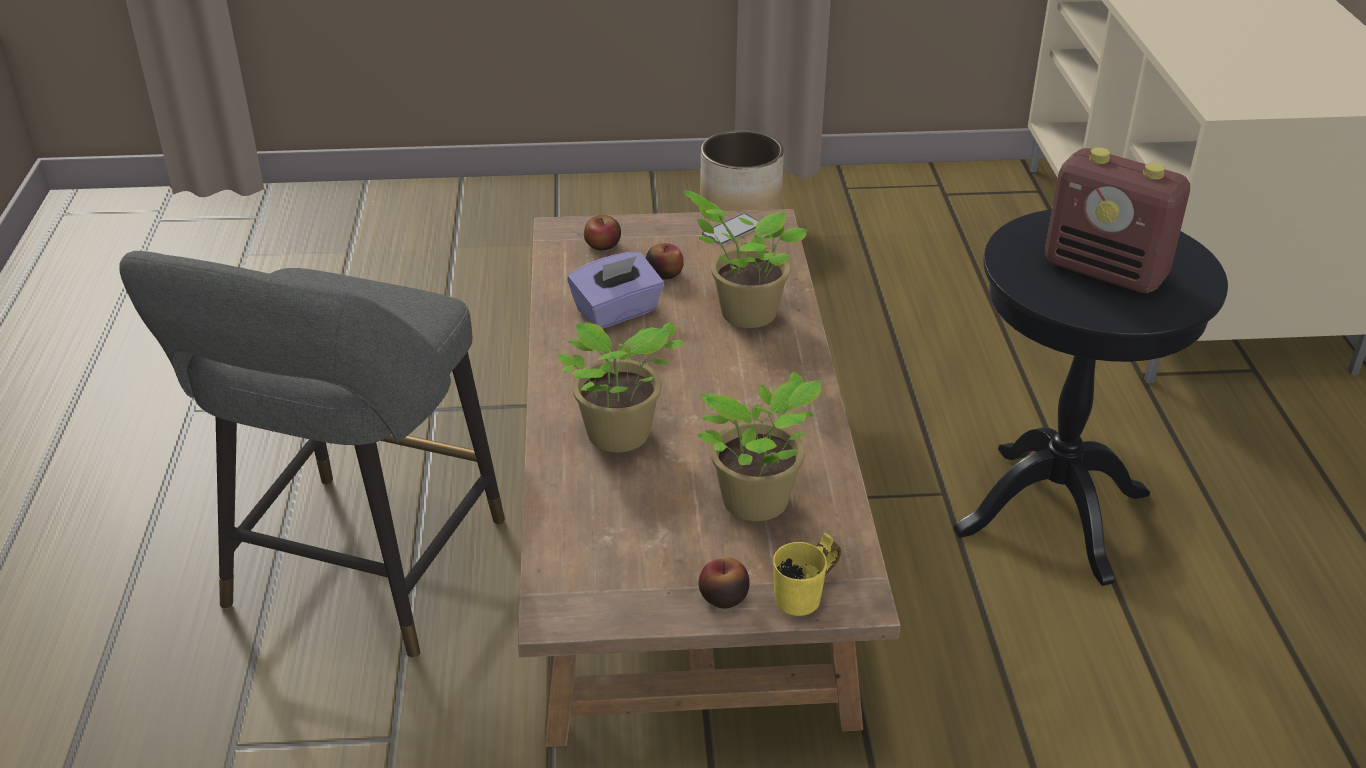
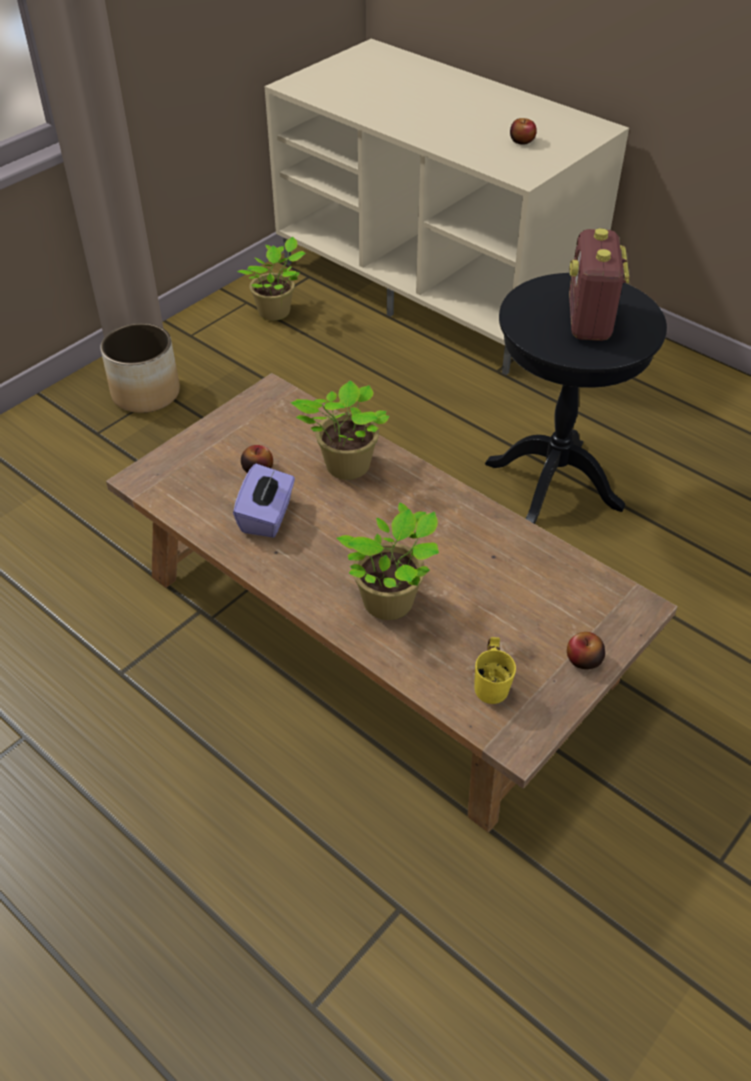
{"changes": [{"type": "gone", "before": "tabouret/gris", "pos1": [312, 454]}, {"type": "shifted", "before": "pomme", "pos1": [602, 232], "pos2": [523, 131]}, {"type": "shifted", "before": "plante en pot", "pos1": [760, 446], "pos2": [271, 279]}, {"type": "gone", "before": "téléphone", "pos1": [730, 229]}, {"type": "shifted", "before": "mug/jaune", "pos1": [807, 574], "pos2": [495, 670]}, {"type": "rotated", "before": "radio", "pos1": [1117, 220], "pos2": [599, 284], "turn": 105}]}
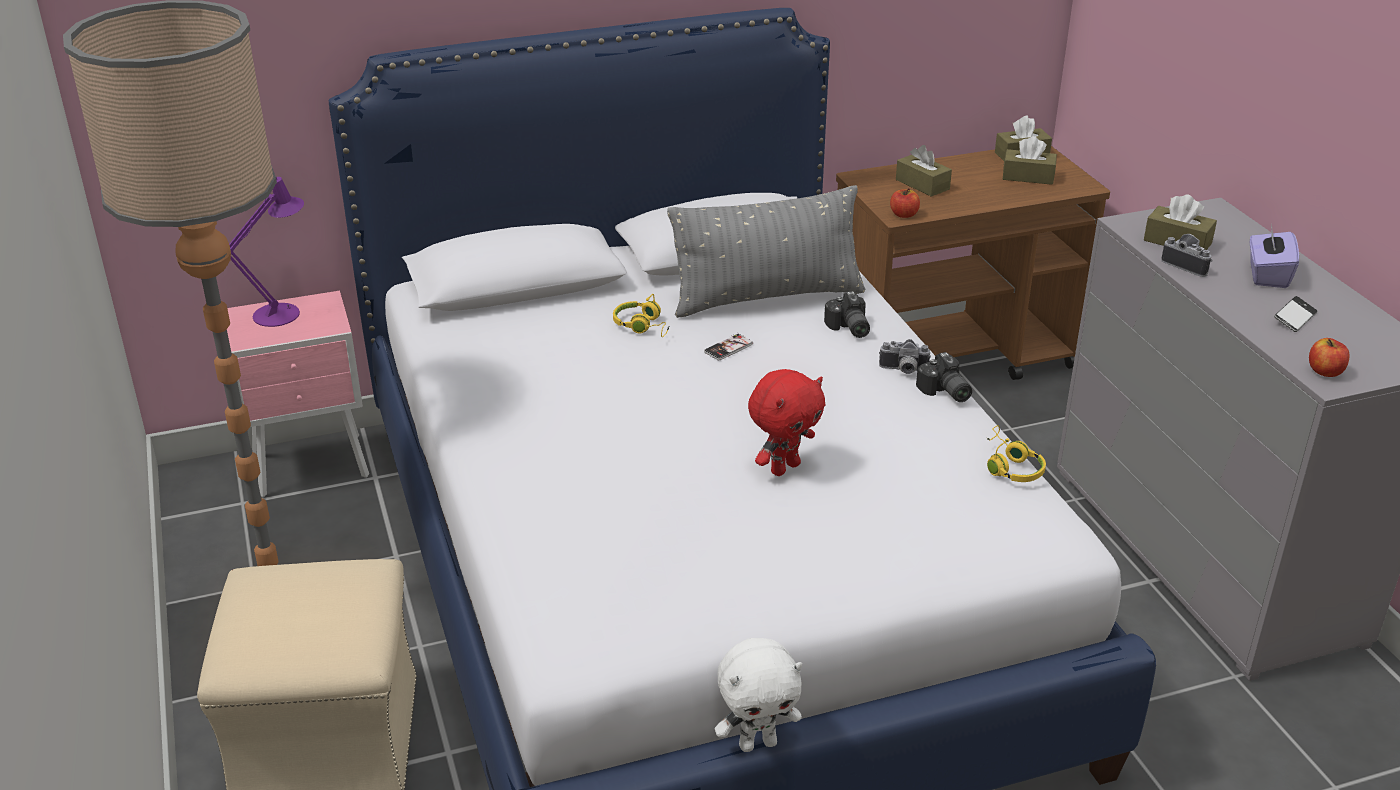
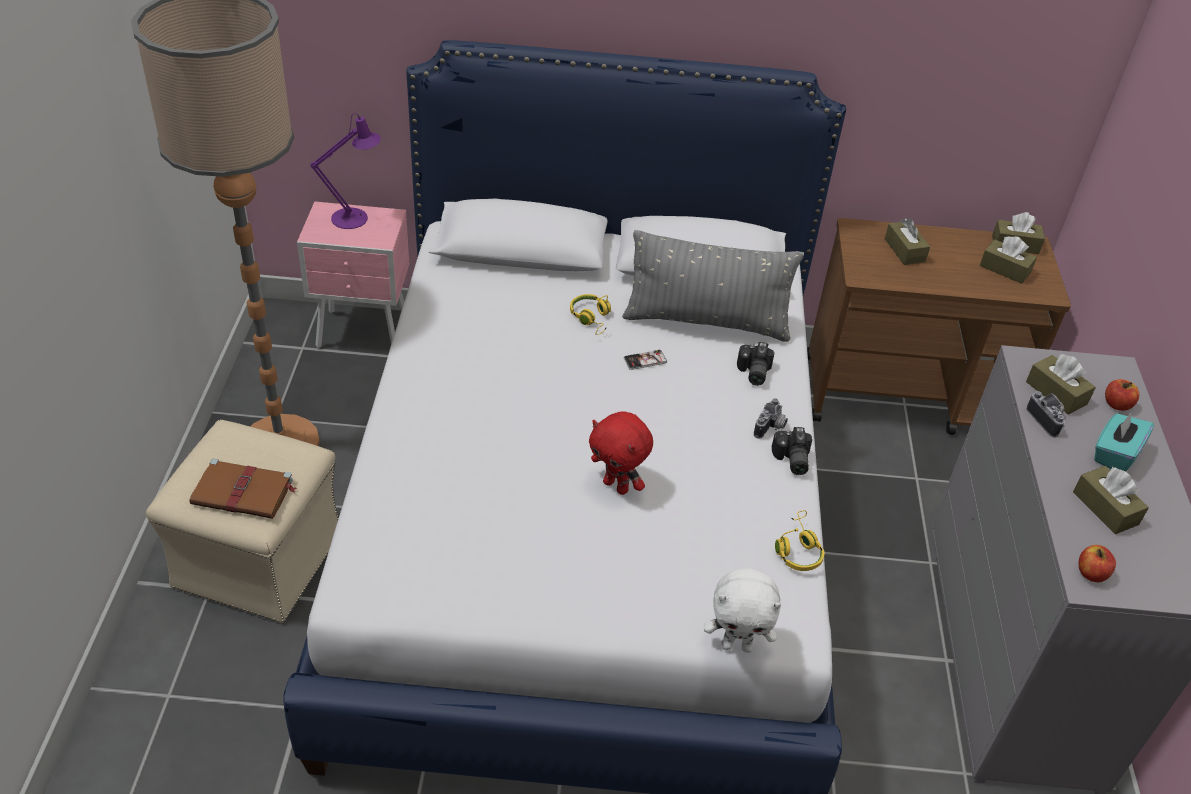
{"changes": [{"type": "shifted", "before": "peluche/blanc", "pos1": [758, 695], "pos2": [742, 610]}, {"type": "rotated", "before": "peluche/rouge", "pos1": [787, 422], "pos2": [621, 453], "turn": 60}, {"type": "rotated", "before": "appareil photo", "pos1": [905, 356], "pos2": [771, 418], "turn": -90}, {"type": "shifted", "before": "pomme", "pos1": [905, 203], "pos2": [1122, 395]}, {"type": "repainted", "before": "boîte à mouchoirs/violet", "after": "boîte à mouchoirs/turquoise", "pos1": [1274, 256], "pos2": [1124, 441]}, {"type": "swapped", "before": "téléphone", "after": "boîte à mouchoirs/marron", "pos1": [1295, 314], "pos2": [1111, 500]}, {"type": "new", "after": "livre/marron", "pos2": [243, 489]}]}
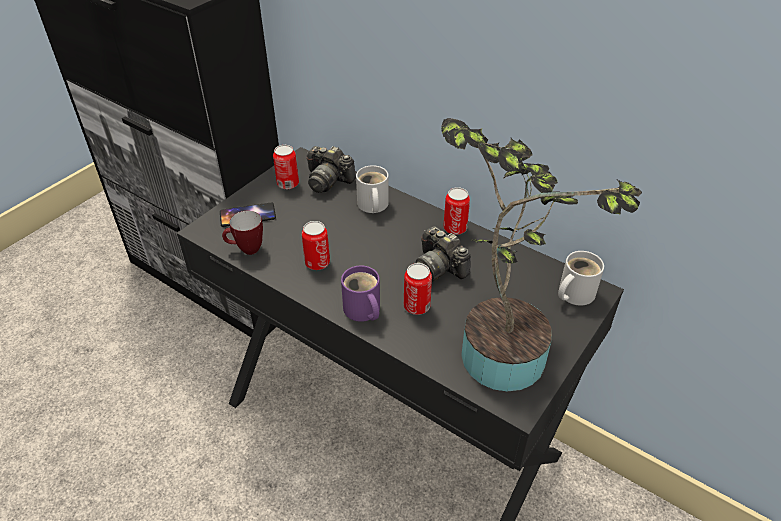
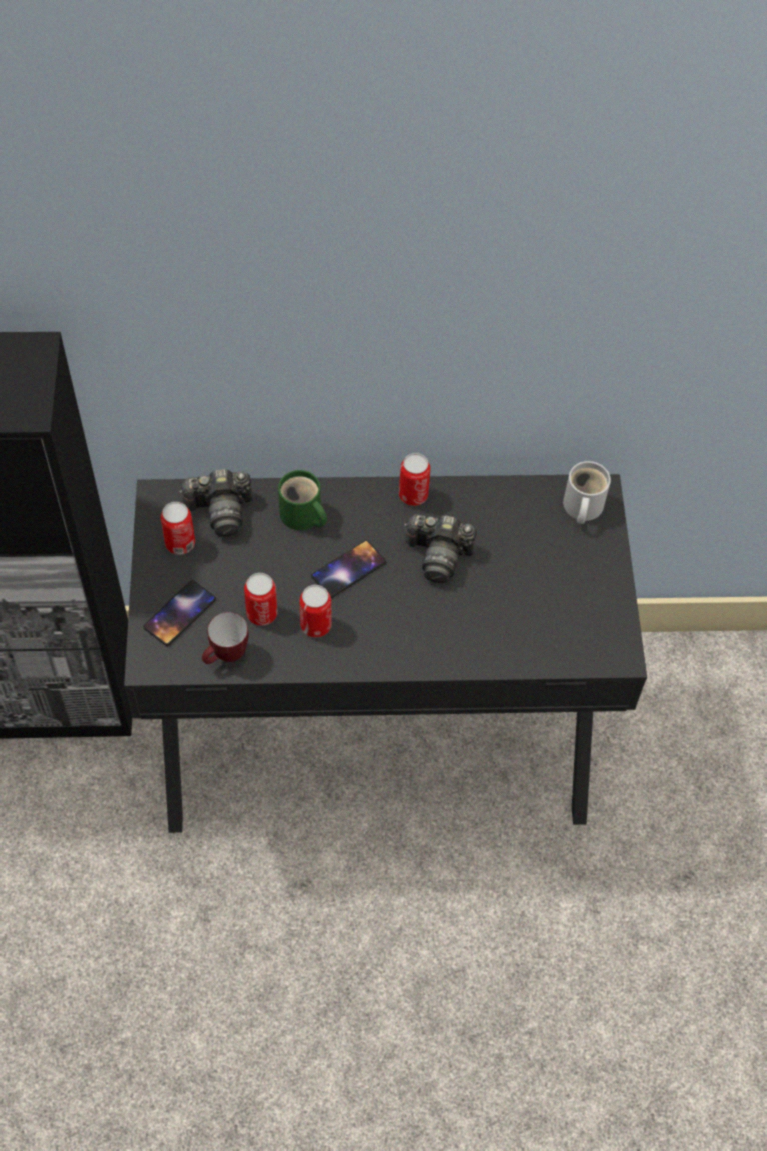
{"changes": [{"type": "gone", "before": "mug/violet", "pos1": [360, 294]}, {"type": "repainted", "before": "mug/blanc", "after": "mug/vert", "pos1": [372, 189], "pos2": [302, 500]}, {"type": "shifted", "before": "boîte métallique", "pos1": [418, 289], "pos2": [261, 599]}, {"type": "gone", "before": "plante en pot", "pos1": [541, 254]}, {"type": "new", "after": "téléphone", "pos2": [348, 569]}]}
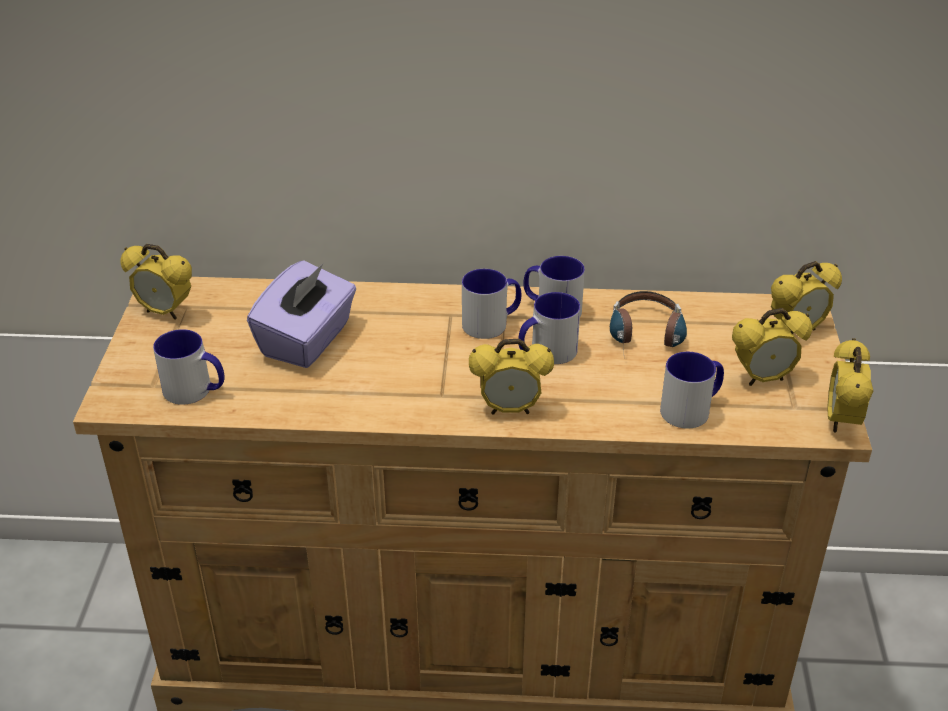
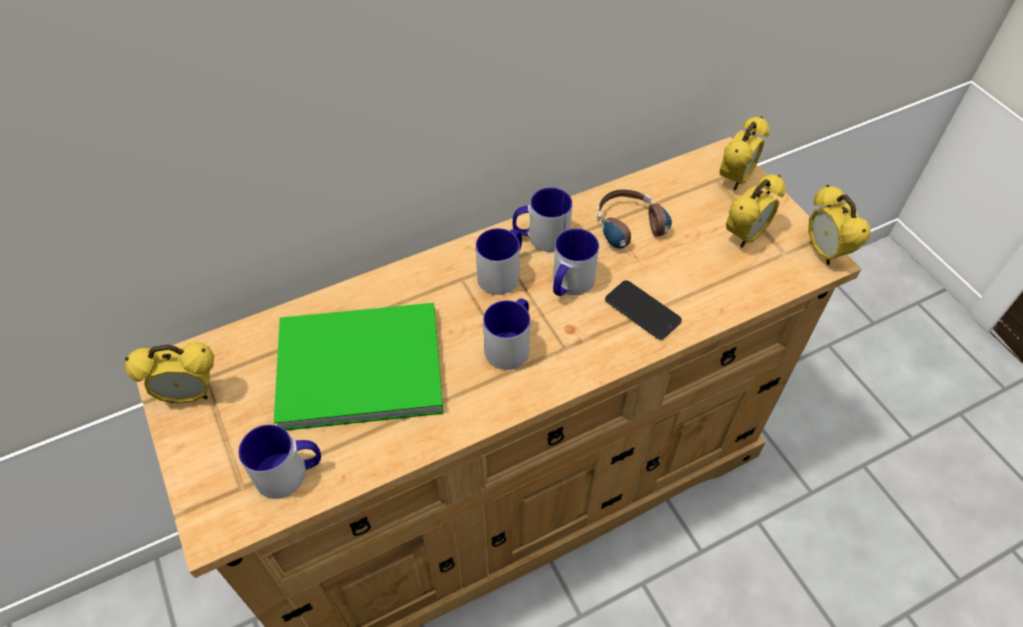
{"changes": [{"type": "swapped", "before": "boîte à mouchoirs/violet", "after": "livre/vert", "pos1": [301, 314], "pos2": [358, 366]}, {"type": "gone", "before": "réveil", "pos1": [511, 377]}, {"type": "shifted", "before": "mug", "pos1": [692, 390], "pos2": [506, 334]}, {"type": "new", "after": "téléphone", "pos2": [643, 310]}]}
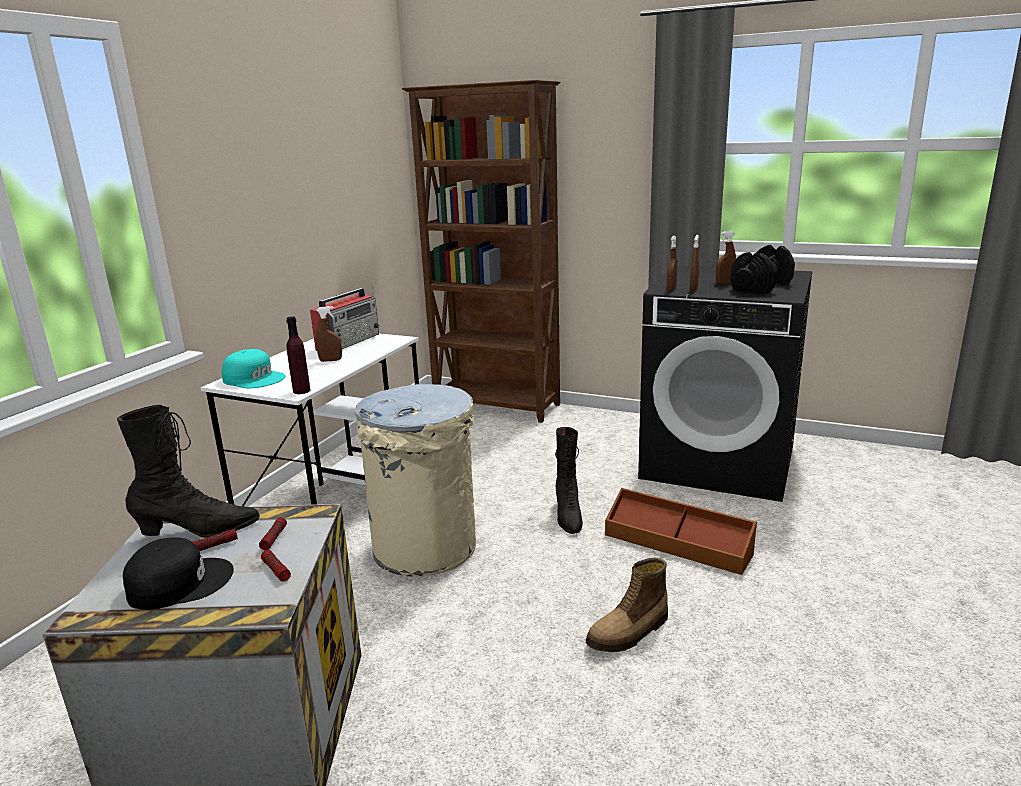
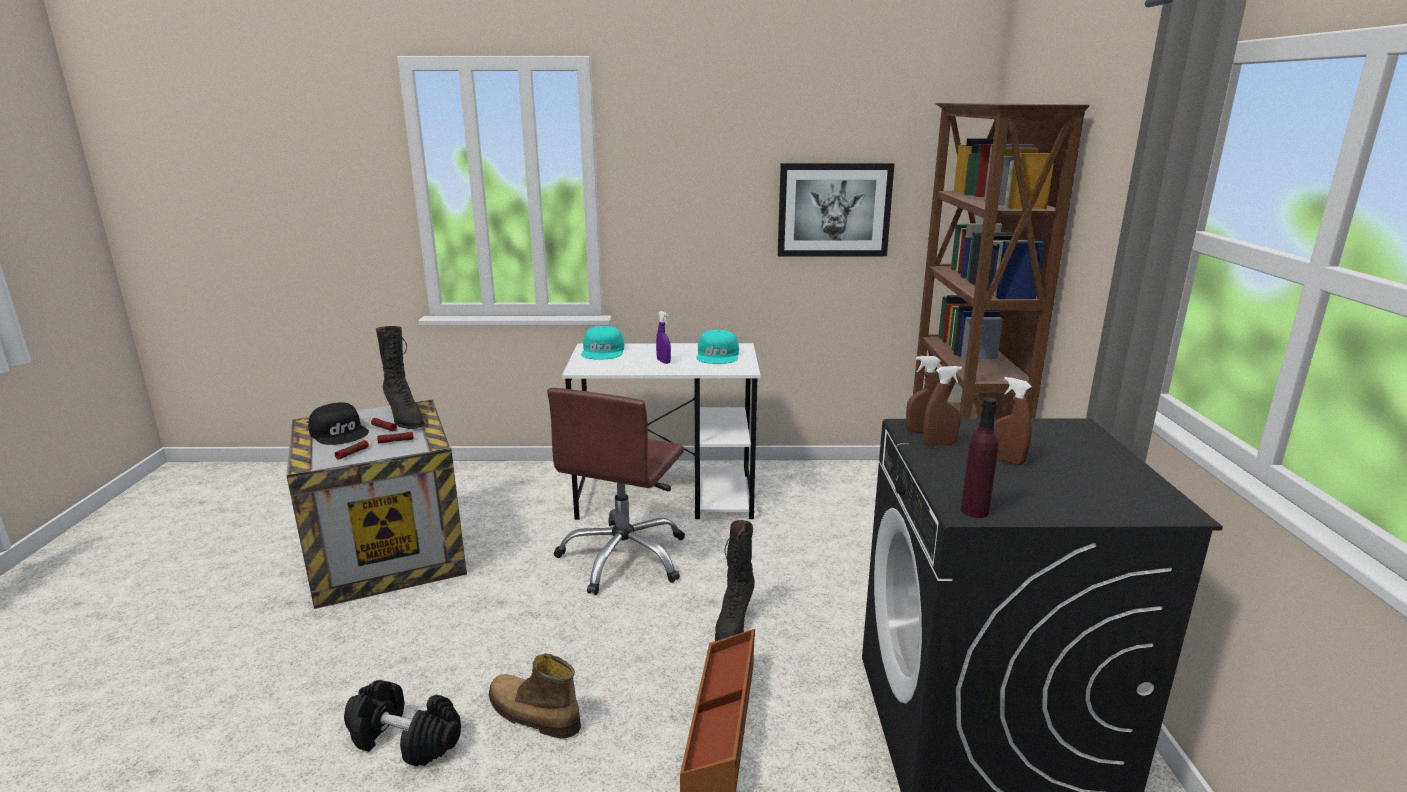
{"changes": [{"type": "shifted", "before": "bouteille/violet", "pos1": [298, 355], "pos2": [979, 457]}, {"type": "swapped", "before": "radio", "after": "casquette/turquoise", "pos1": [344, 318], "pos2": [717, 347]}, {"type": "repainted", "before": "vaporisateur/marron", "after": "vaporisateur/violet", "pos1": [329, 334], "pos2": [663, 337]}, {"type": "swapped", "before": "poubelle/beige", "after": "chaise de bureau/marron", "pos1": [415, 480], "pos2": [616, 491]}, {"type": "rotated", "before": "botte/noir", "pos1": [569, 480], "pos2": [735, 580], "turn": -45}, {"type": "shifted", "before": "haltère/noir", "pos1": [763, 269], "pos2": [402, 723]}, {"type": "new", "after": "tableau", "pos2": [836, 209]}]}
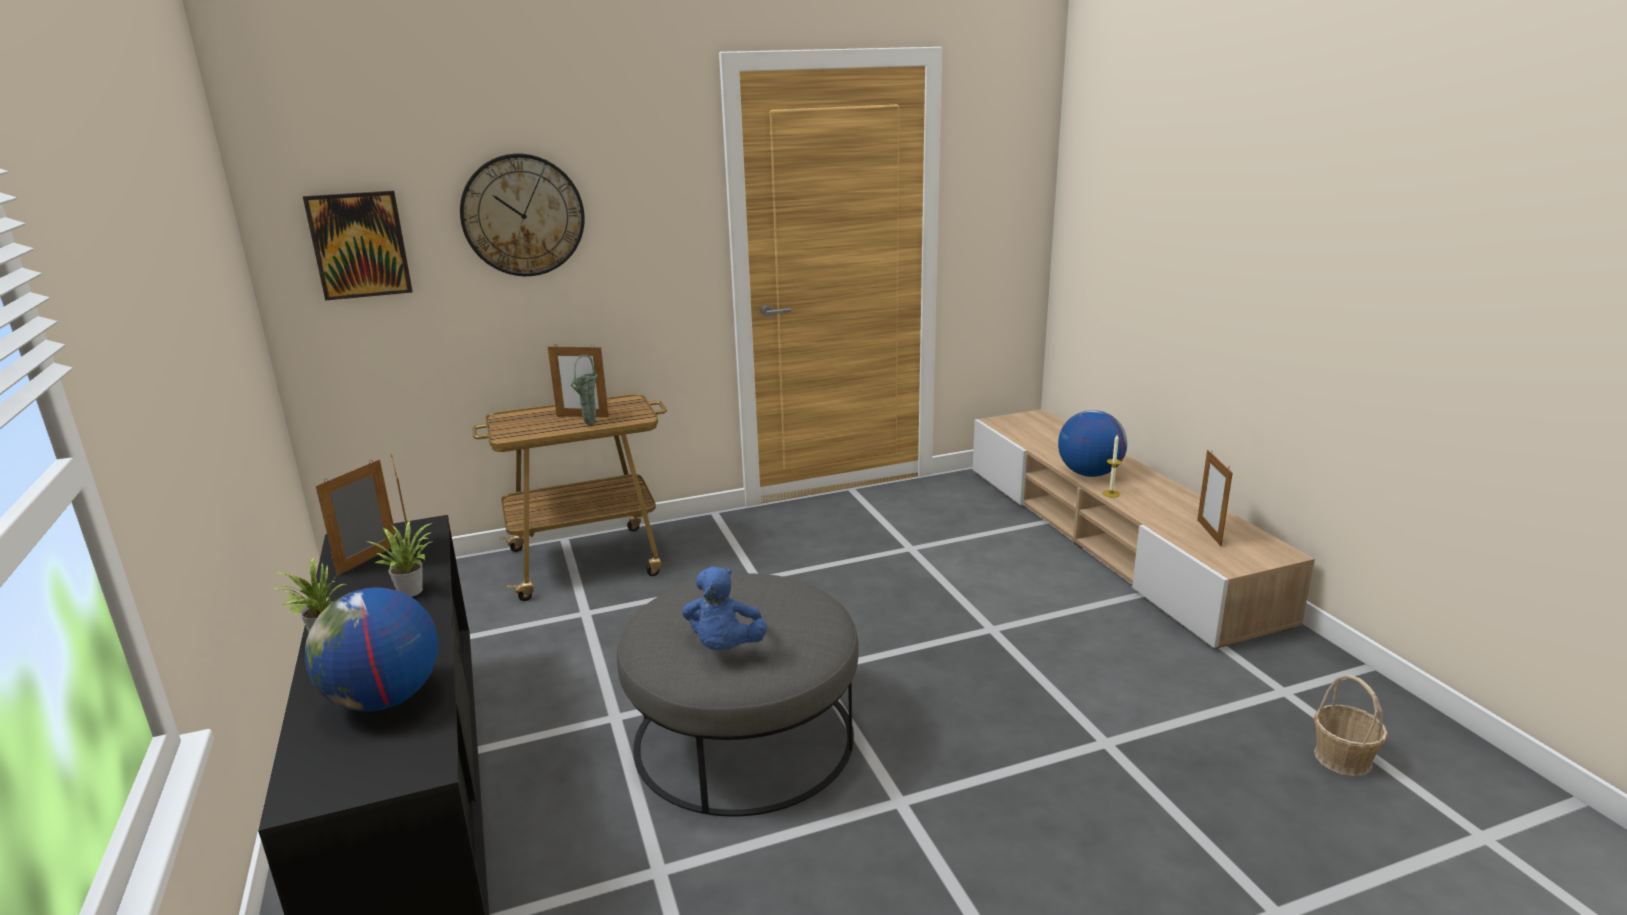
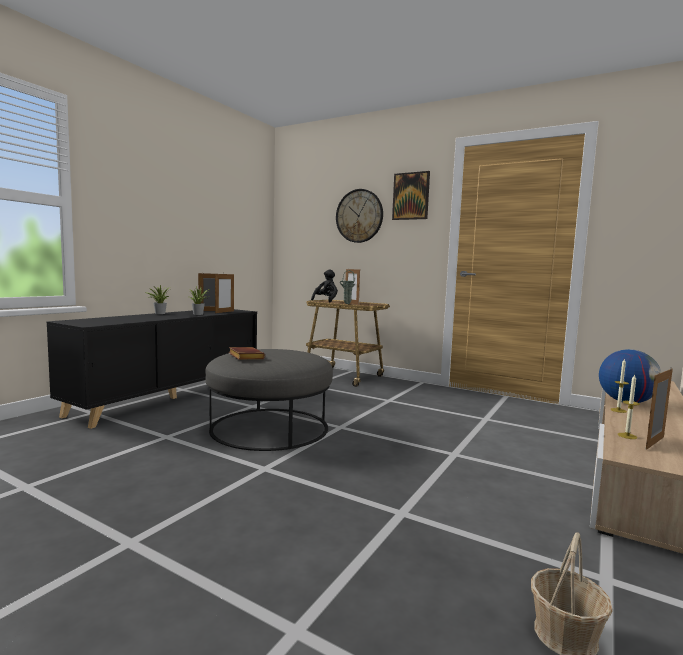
{"changes": [{"type": "shifted", "before": "tableau", "pos1": [358, 246], "pos2": [411, 195]}, {"type": "gone", "before": "globe", "pos1": [371, 650]}, {"type": "swapped", "before": "peluche/bleu", "after": "livre/marron", "pos1": [724, 608], "pos2": [247, 353]}, {"type": "new", "after": "peluche/noir", "pos2": [324, 286]}, {"type": "new", "after": "bougie", "pos2": [629, 406]}]}
